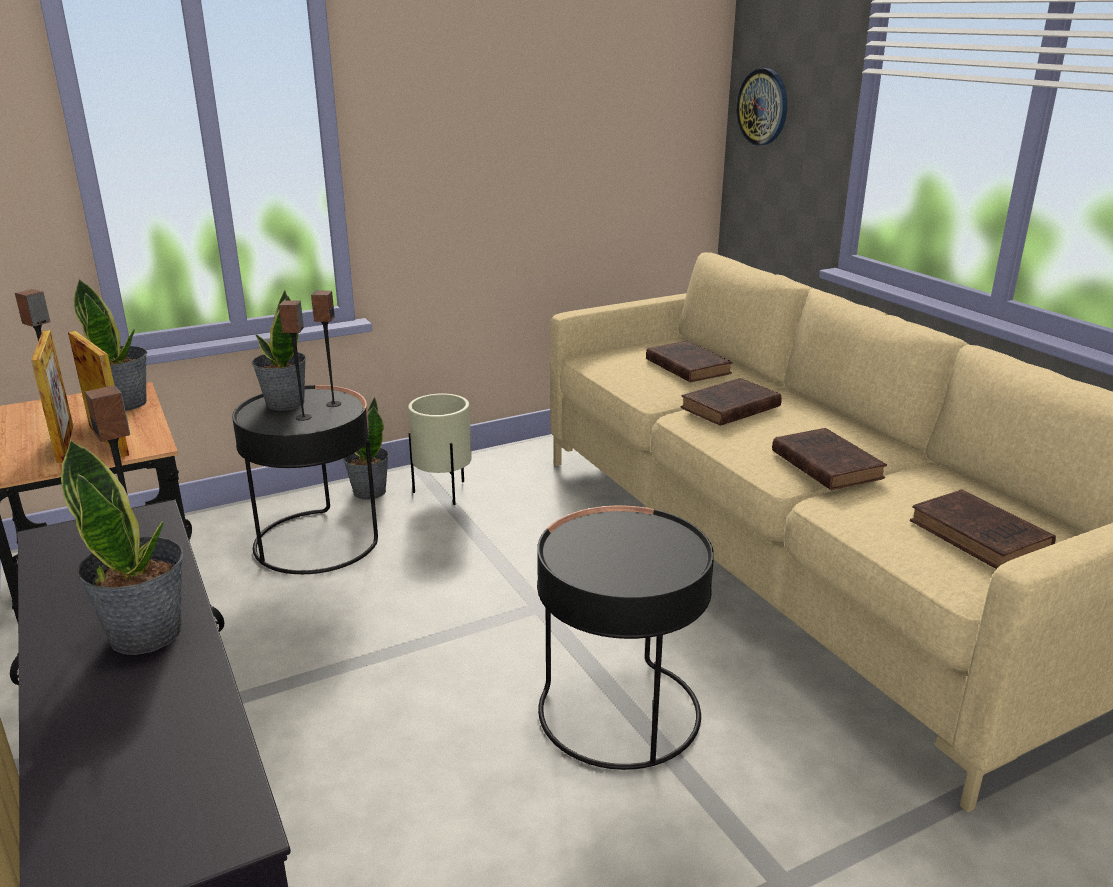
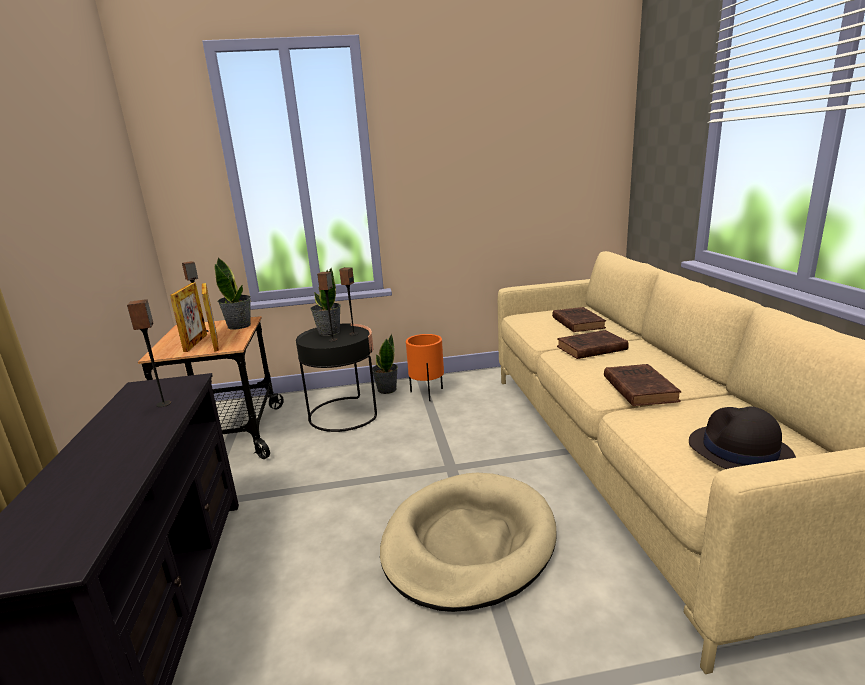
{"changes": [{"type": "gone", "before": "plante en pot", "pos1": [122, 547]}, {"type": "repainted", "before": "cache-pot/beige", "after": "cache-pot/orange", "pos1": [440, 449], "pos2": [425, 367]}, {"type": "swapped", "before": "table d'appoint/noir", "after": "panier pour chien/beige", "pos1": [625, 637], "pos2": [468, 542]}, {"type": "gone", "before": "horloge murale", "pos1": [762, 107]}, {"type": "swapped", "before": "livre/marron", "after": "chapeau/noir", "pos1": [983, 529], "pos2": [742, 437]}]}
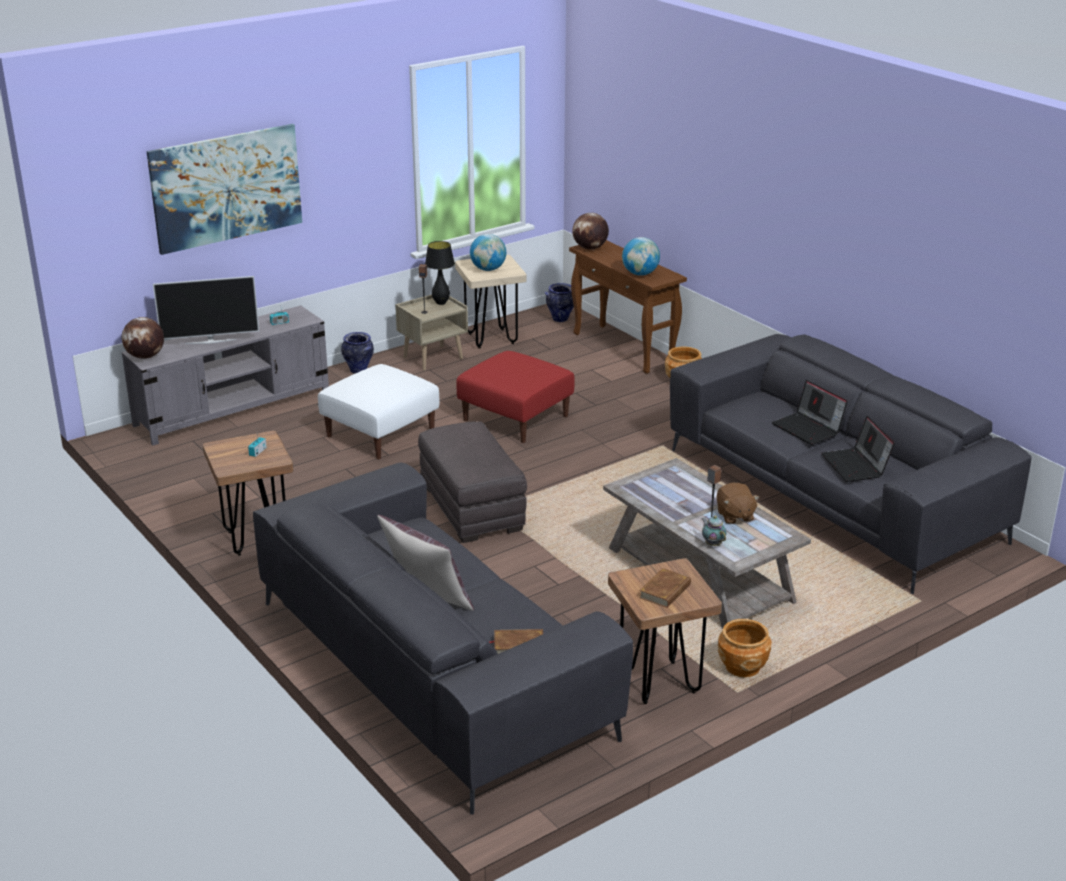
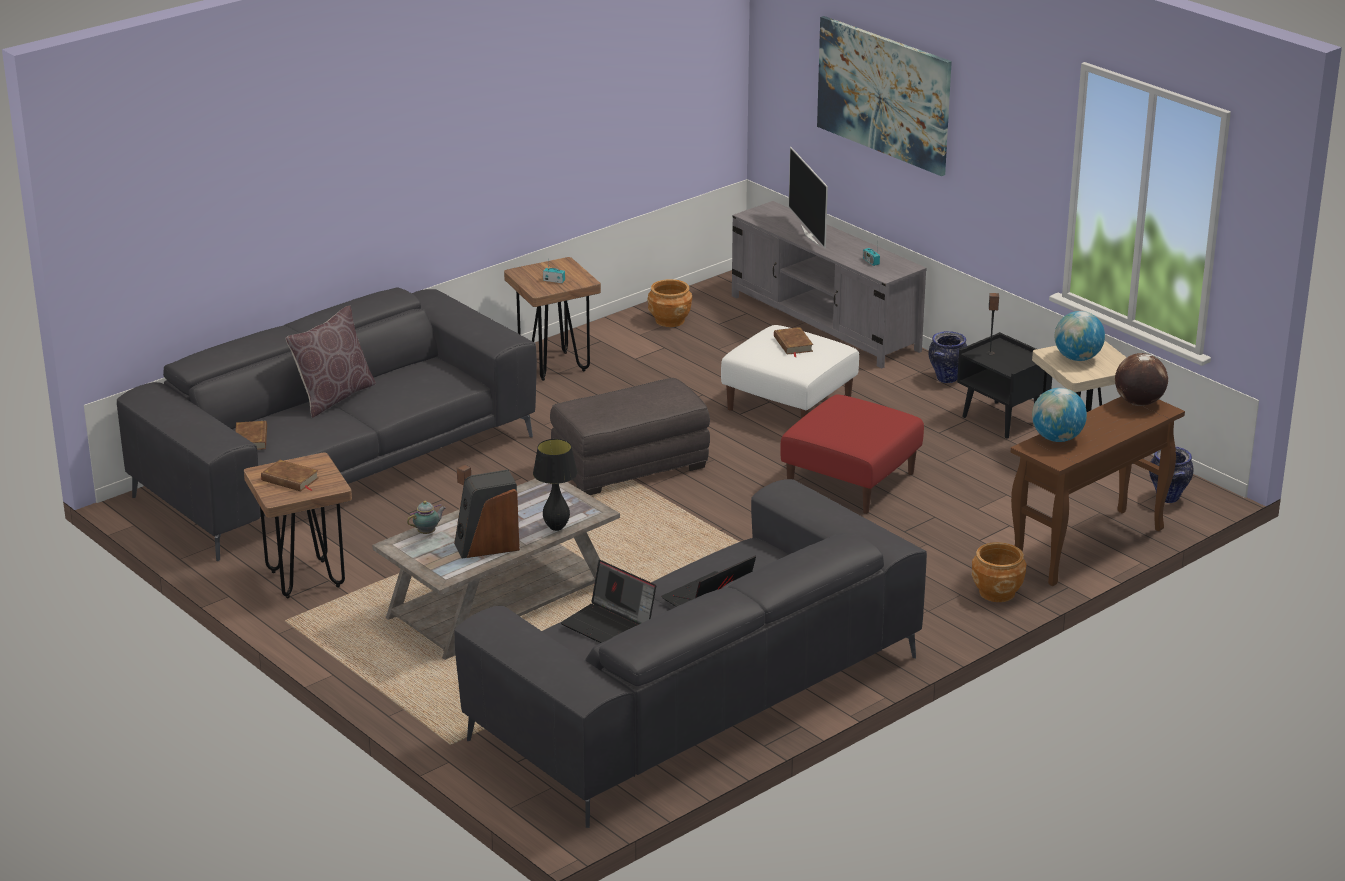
{"changes": [{"type": "gone", "before": "globe", "pos1": [143, 338]}, {"type": "repainted", "before": "table de chevet/beige", "after": "table de chevet/noir", "pos1": [431, 333], "pos2": [1004, 385]}, {"type": "shifted", "before": "lampe de table/noir", "pos1": [440, 273], "pos2": [555, 485]}, {"type": "swapped", "before": "peluche/marron", "after": "enceinte", "pos1": [738, 503], "pos2": [487, 514]}, {"type": "shifted", "before": "cache-pot/marron", "pos1": [745, 648], "pos2": [669, 303]}, {"type": "rotated", "before": "ordinateur portable", "pos1": [858, 449], "pos2": [608, 601], "turn": -120}, {"type": "new", "after": "livre/marron", "pos2": [793, 342]}]}
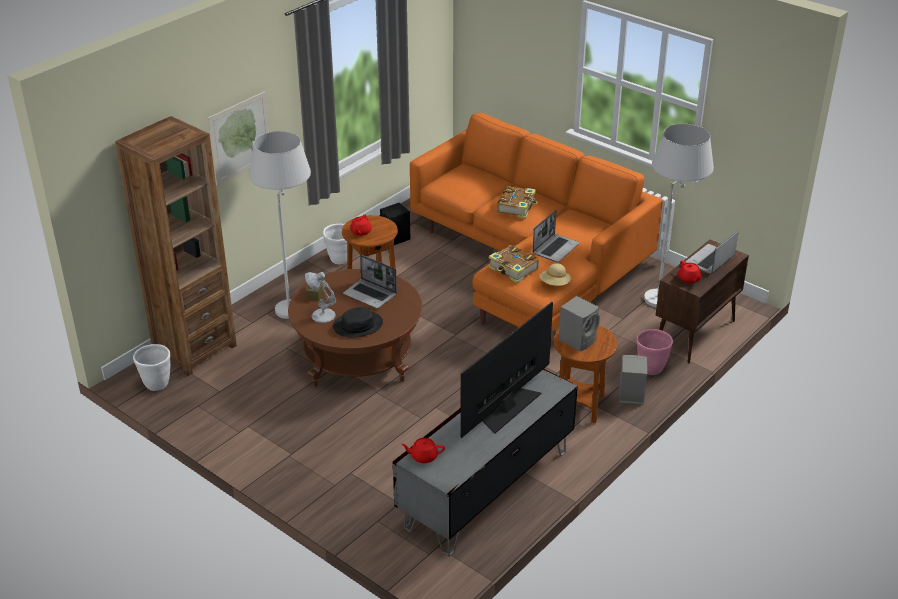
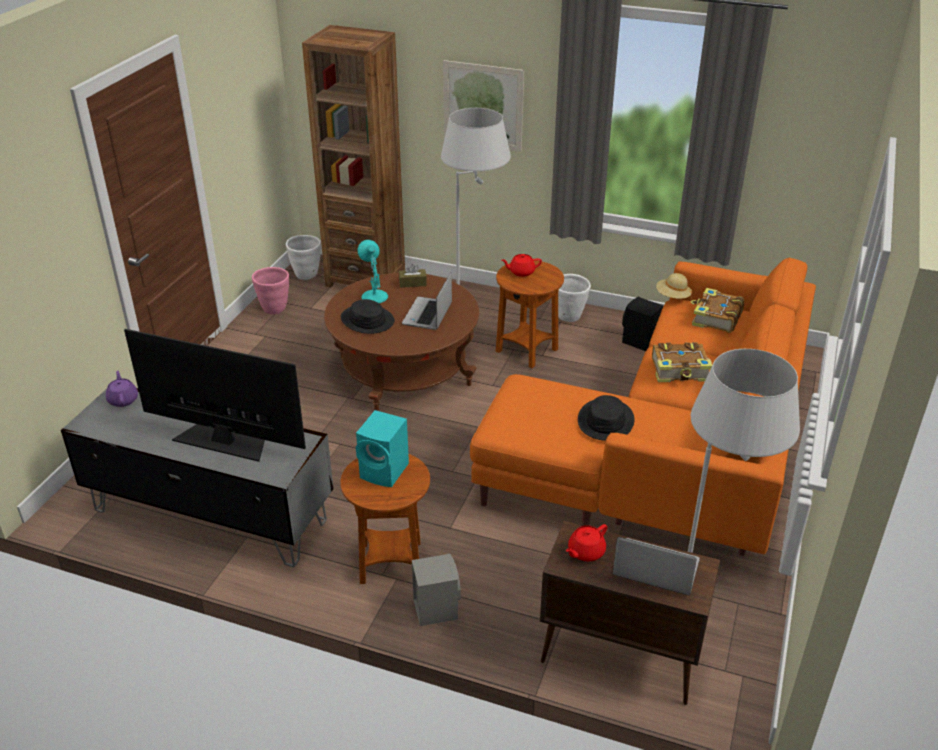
{"changes": [{"type": "repainted", "before": "lampe de table/blanc", "after": "lampe de table/turquoise", "pos1": [320, 297], "pos2": [372, 271]}, {"type": "repainted", "before": "théière/rouge", "after": "théière/violet", "pos1": [423, 450], "pos2": [122, 388]}, {"type": "shifted", "before": "livre", "pos1": [513, 264], "pos2": [717, 310]}, {"type": "swapped", "before": "ordinateur portable", "after": "chapeau/noir", "pos1": [556, 236], "pos2": [606, 418]}, {"type": "shifted", "before": "chapeau/beige", "pos1": [555, 274], "pos2": [674, 286]}, {"type": "repainted", "before": "enceinte/gris", "after": "enceinte/turquoise", "pos1": [579, 324], "pos2": [382, 448]}, {"type": "shifted", "before": "cache-pot/rose", "pos1": [654, 352], "pos2": [270, 291]}]}
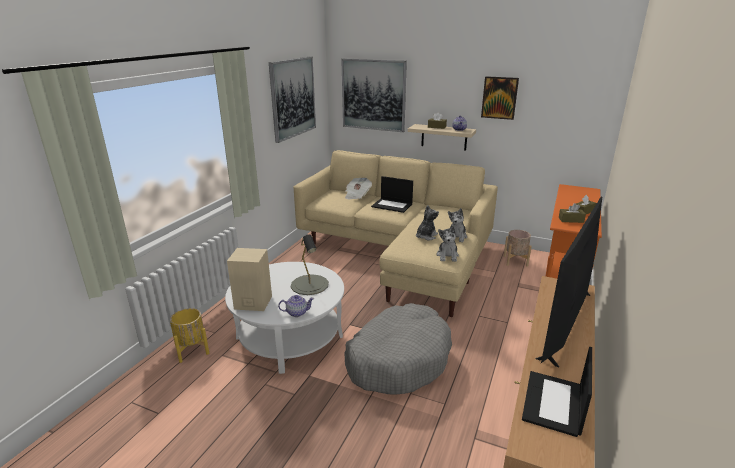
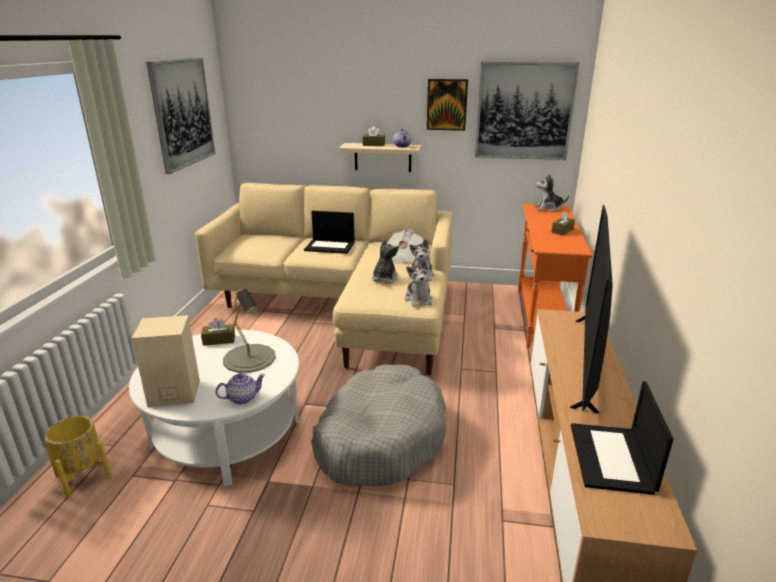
{"changes": [{"type": "shifted", "before": "tableau", "pos1": [374, 95], "pos2": [527, 111]}, {"type": "shifted", "before": "journal", "pos1": [358, 188], "pos2": [405, 246]}, {"type": "gone", "before": "cache-pot/beige", "pos1": [518, 248]}, {"type": "shifted", "before": "boîte à mouchoirs/marron", "pos1": [572, 213], "pos2": [218, 332]}, {"type": "new", "after": "peluche", "pos2": [552, 193]}]}
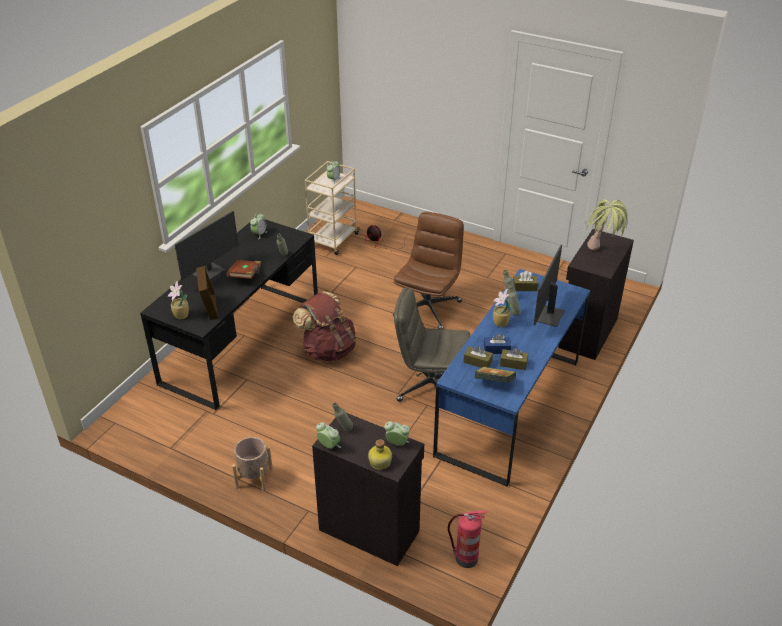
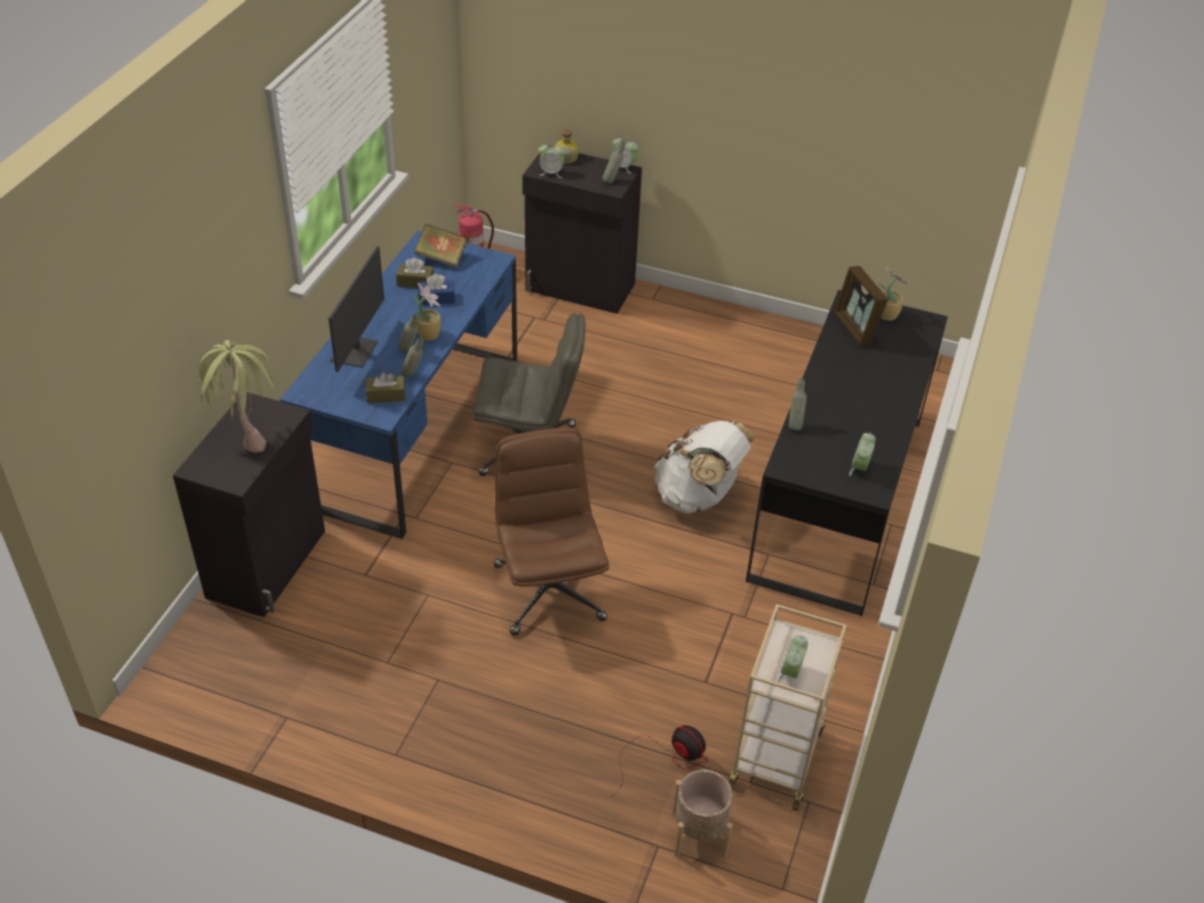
{"changes": [{"type": "gone", "before": "écran d'ordinateur", "pos1": [206, 245]}, {"type": "gone", "before": "livre/marron", "pos1": [243, 269]}, {"type": "shifted", "before": "cache-pot/beige", "pos1": [252, 464], "pos2": [702, 813]}, {"type": "repainted", "before": "sac à dos/marron", "after": "sac à dos/blanc", "pos1": [324, 326], "pos2": [704, 467]}, {"type": "rotated", "before": "chaise de bureau/marron", "pos1": [428, 270], "pos2": [551, 532], "turn": 150}, {"type": "gone", "before": "boîte à mouchoirs/marron", "pos1": [478, 357]}]}
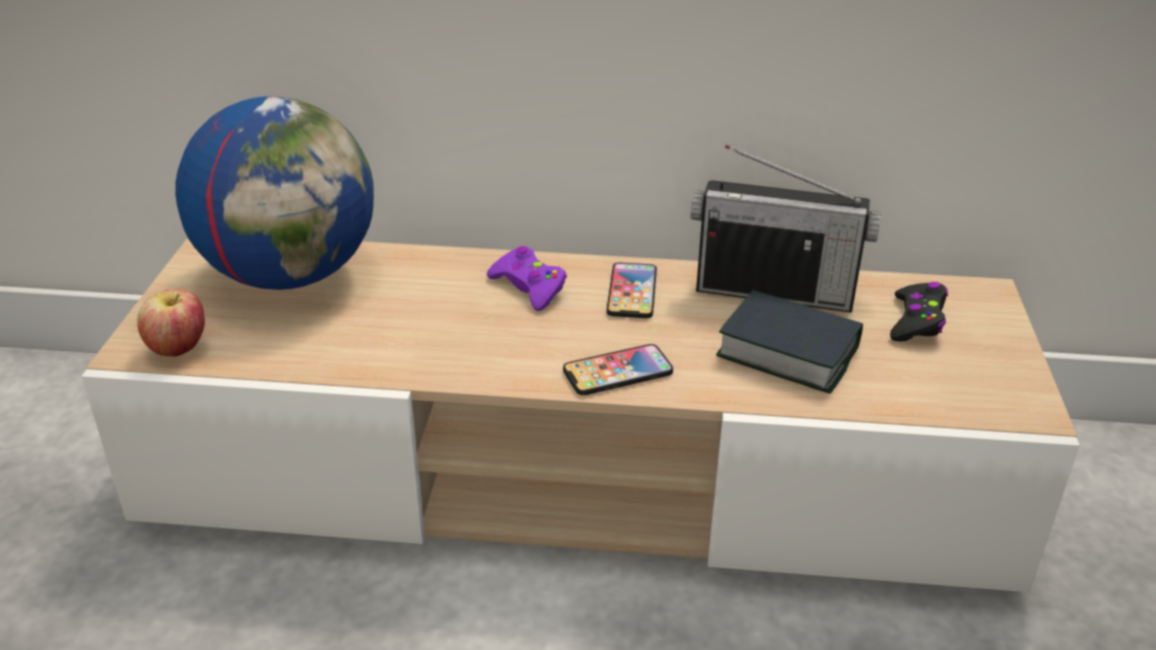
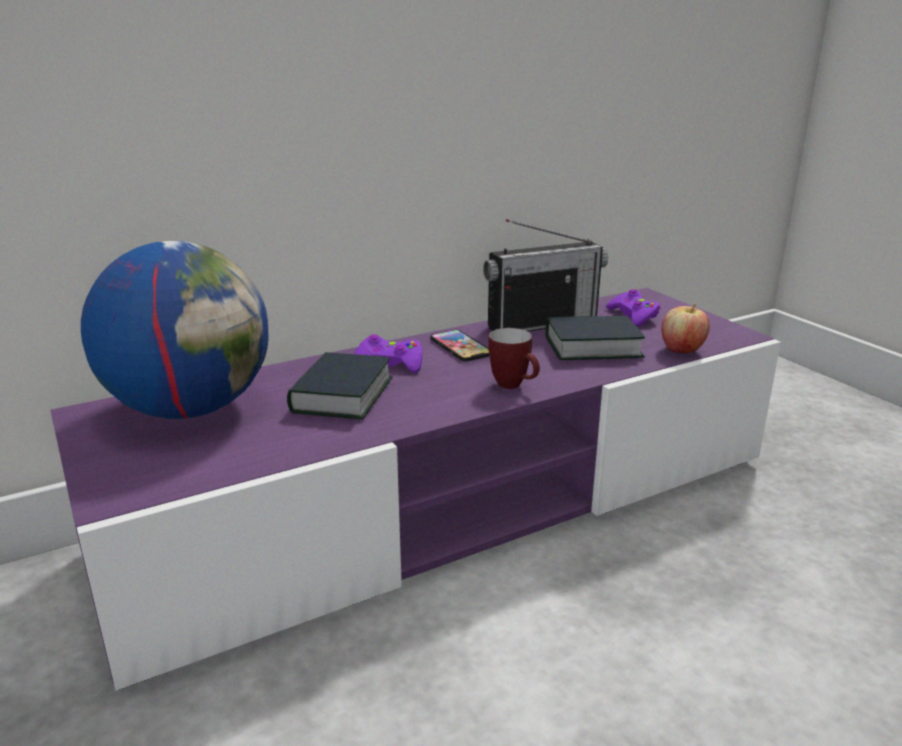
{"changes": [{"type": "repainted", "before": "meuble télé/beige", "after": "meuble télé/violet", "pos1": [581, 415], "pos2": [415, 489]}, {"type": "shifted", "before": "pomme", "pos1": [171, 322], "pos2": [685, 328]}, {"type": "swapped", "before": "téléphone", "after": "mug", "pos1": [618, 369], "pos2": [514, 358]}, {"type": "repainted", "before": "manette/noir", "after": "manette/violet", "pos1": [919, 312], "pos2": [633, 308]}, {"type": "new", "after": "livre", "pos2": [340, 385]}]}
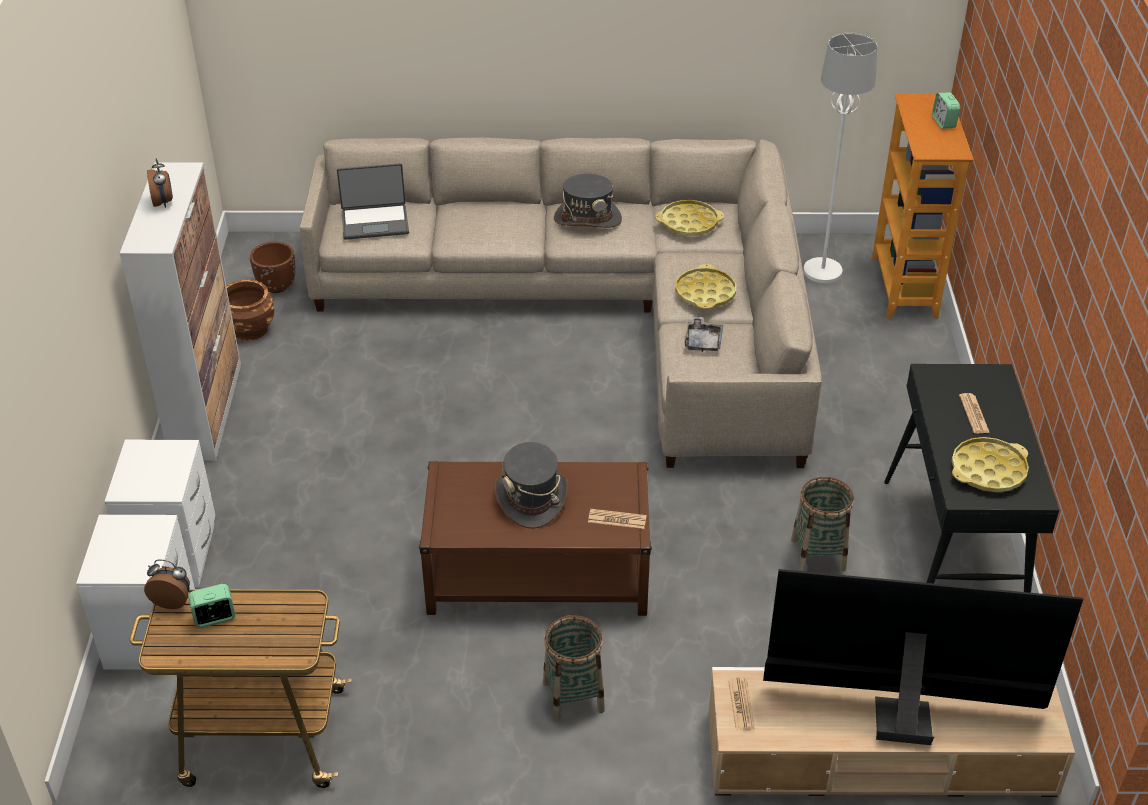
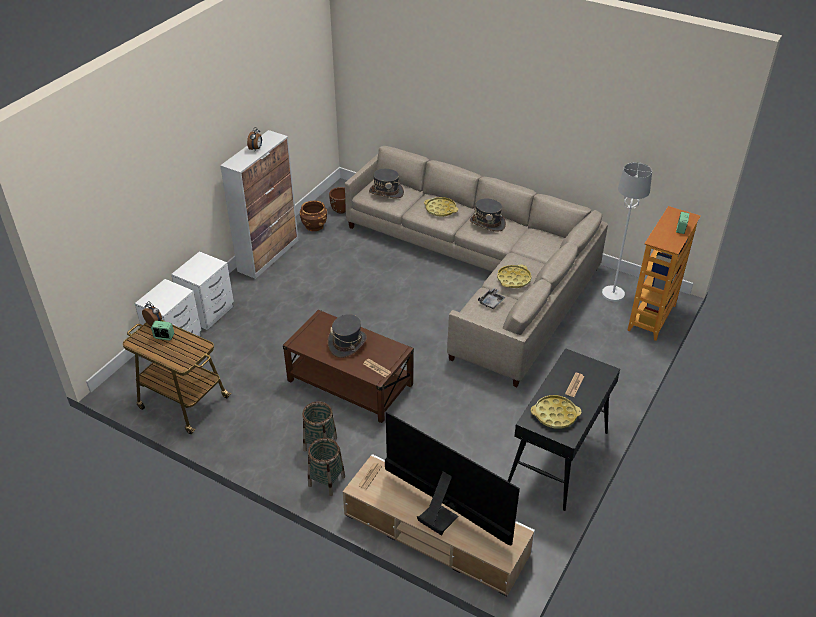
{"changes": [{"type": "swapped", "before": "ordinateur portable", "after": "chapeau/gris", "pos1": [373, 201], "pos2": [386, 183]}, {"type": "shifted", "before": "plateau/jaune", "pos1": [689, 218], "pos2": [441, 207]}, {"type": "shifted", "before": "panier", "pos1": [822, 524], "pos2": [326, 467]}]}
